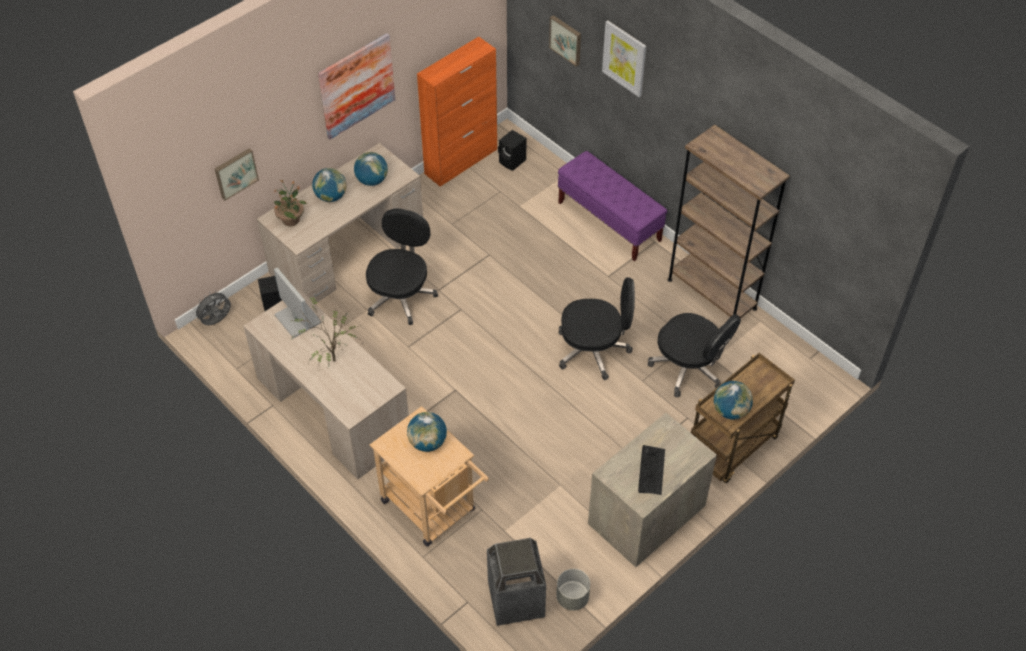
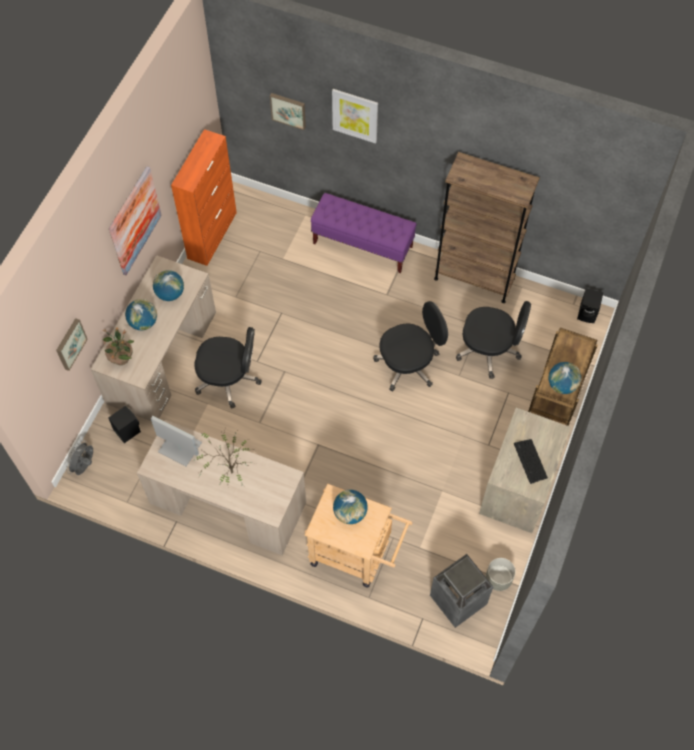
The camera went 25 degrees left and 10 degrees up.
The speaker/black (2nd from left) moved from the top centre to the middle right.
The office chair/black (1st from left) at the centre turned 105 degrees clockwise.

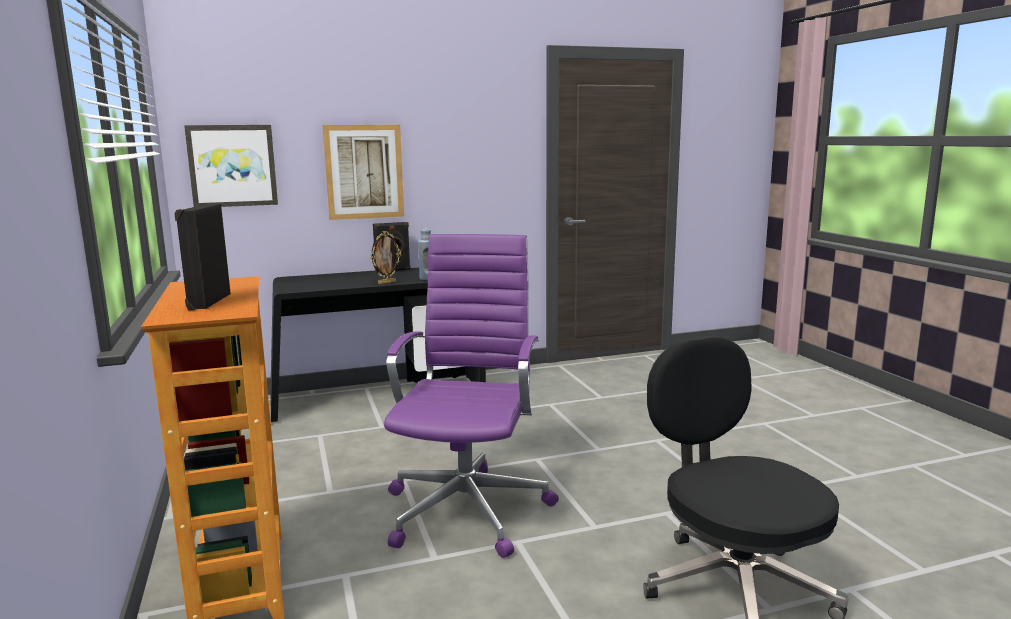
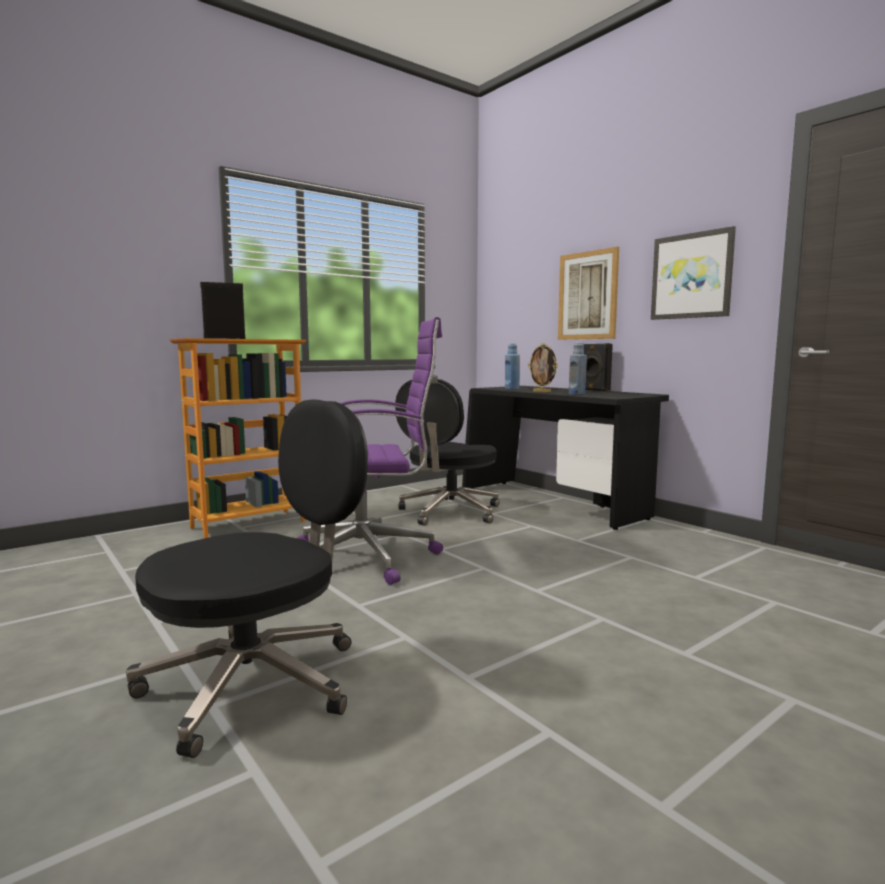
The camera went 70 degrees right and 5 degrees down.
The office chair/black (2nd from left) at the centre appeared.
The bottle/blue (1st from left) at the centre appeared.
The picture (1st from left in the first image) moved from the top left to the top right.

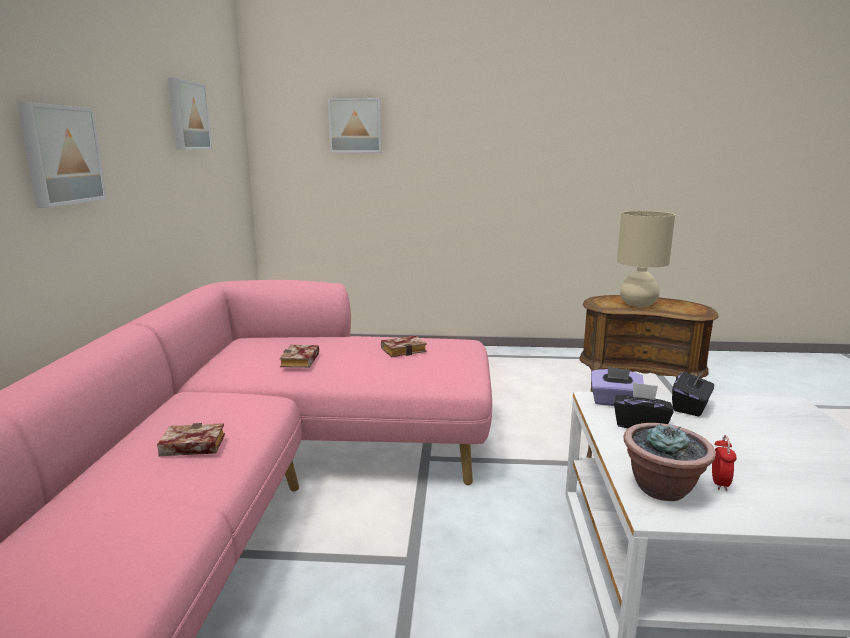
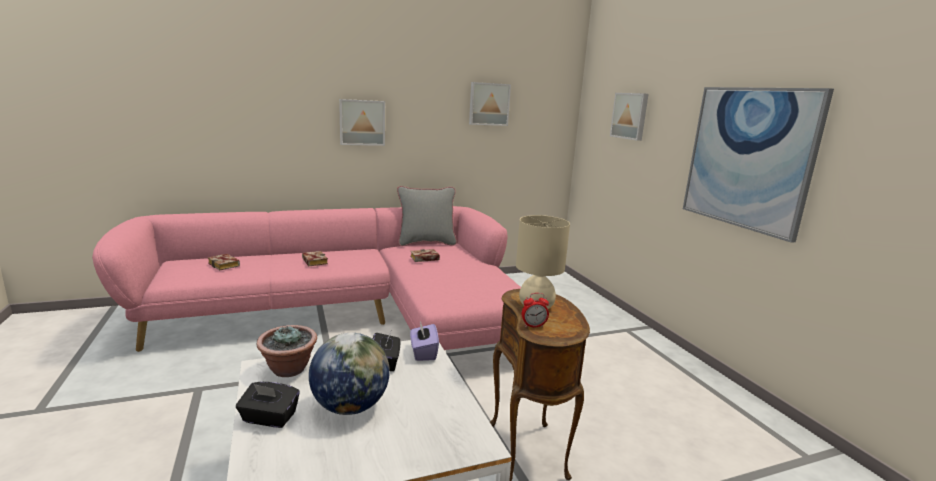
The camera went 65 degrees right and 0 degrees up.
The globe at the bottom centre appeared.
The pillow/grey at the centre appeared.
The picture (4th from left) at the middle right appeared.
The book (3rd from left in the first image) moved from the centre to the middle left.
The tissue box/black (2nd from left in the first image) moved from the middle right to the bottom left.
The alarm clock moved from the bottom right to the centre.

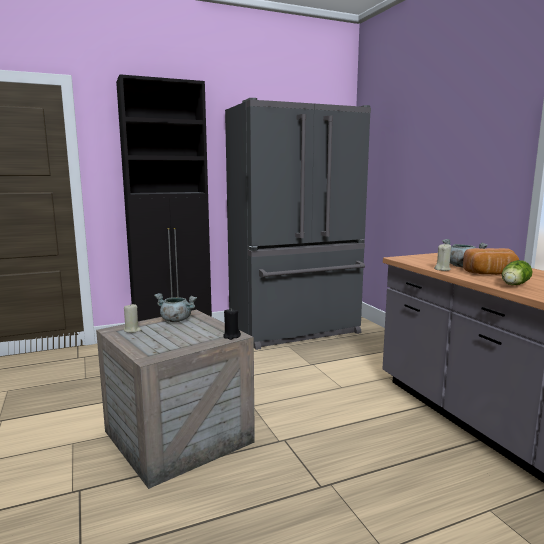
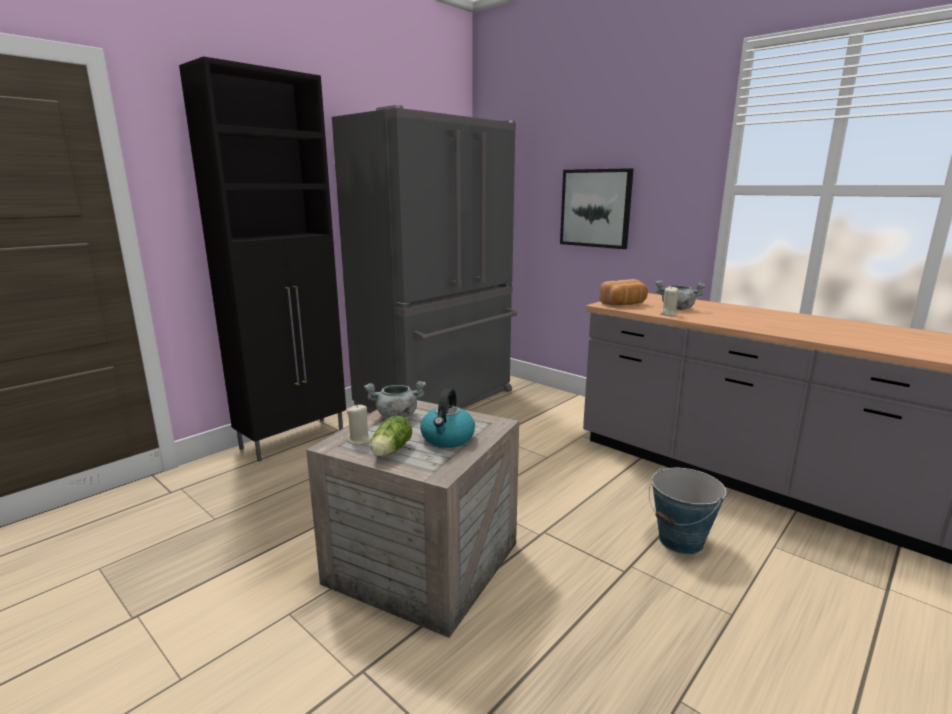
The camera went 25 degrees left and 5 degrees up.
The candle/black at the centre disappeared.
The kettle at the centre appeared.
The picture at the top centre appeared.
The bucket at the bottom right appeared.
The bread moved from the middle right to the centre.
The lettuce moved from the middle right to the centre.

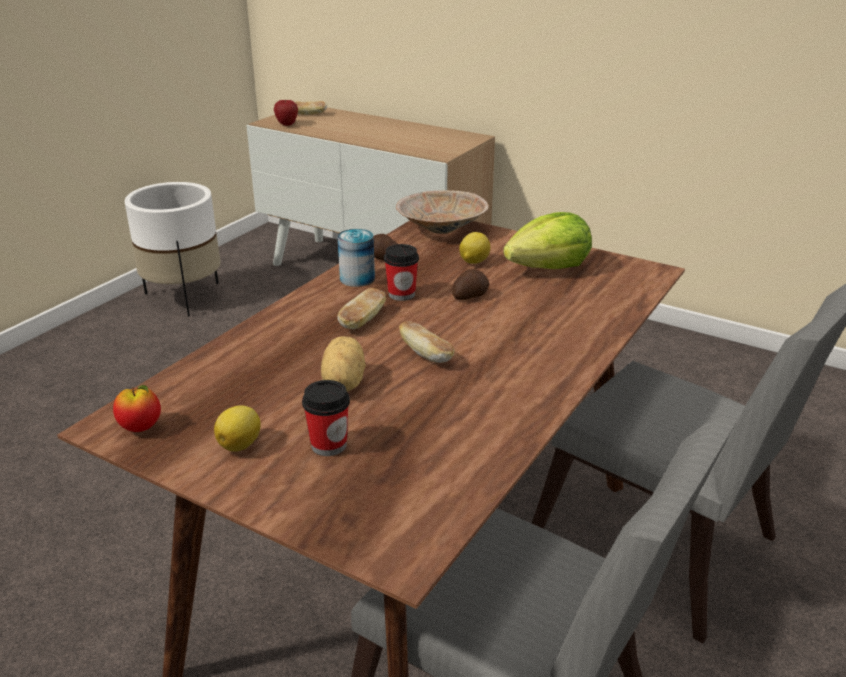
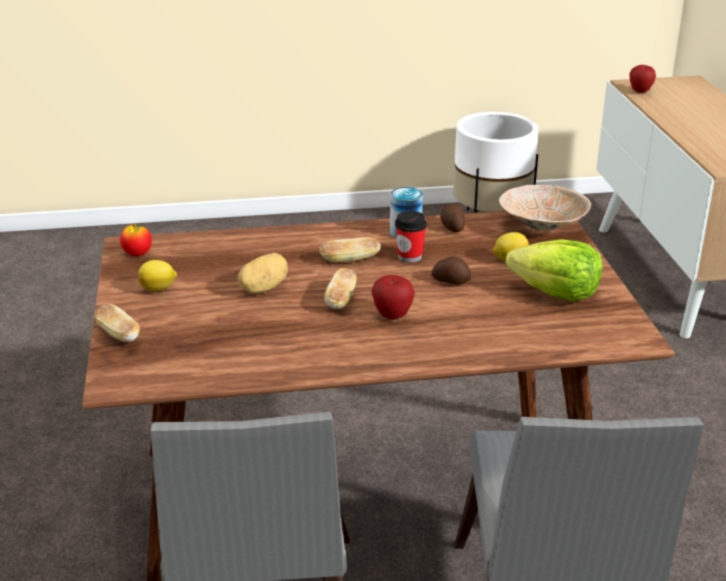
The camera went 50 degrees right and 0 degrees up.
The cup (1st from left) at the centre disappeared.
The apple (2nd from left) at the centre appeared.
The bread (1st from left) moved from the top centre to the middle left.

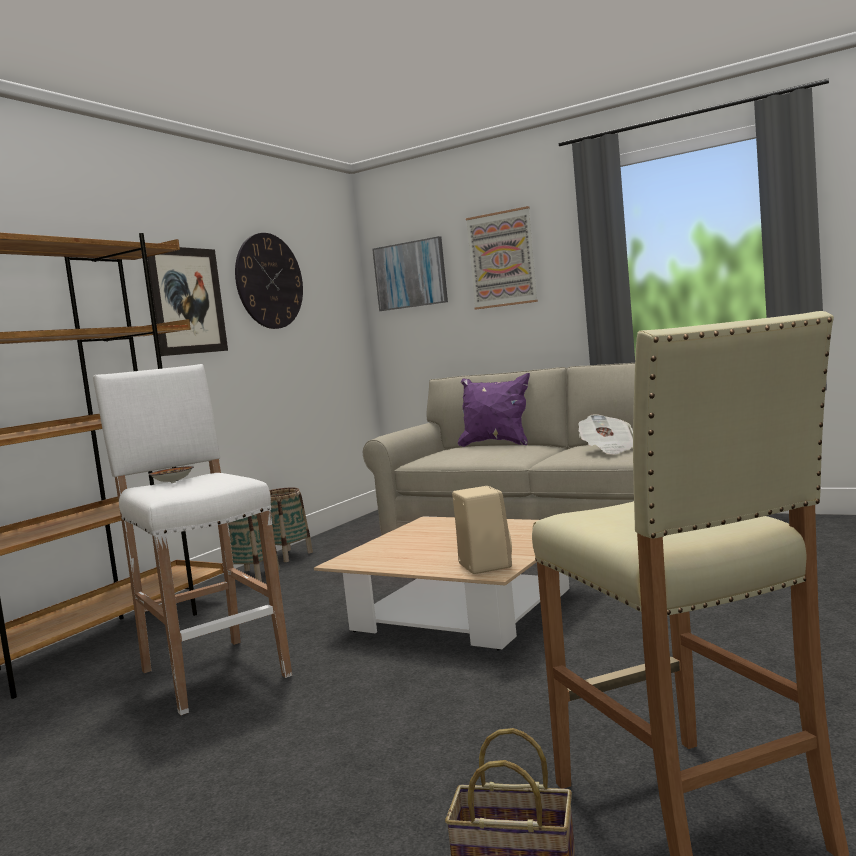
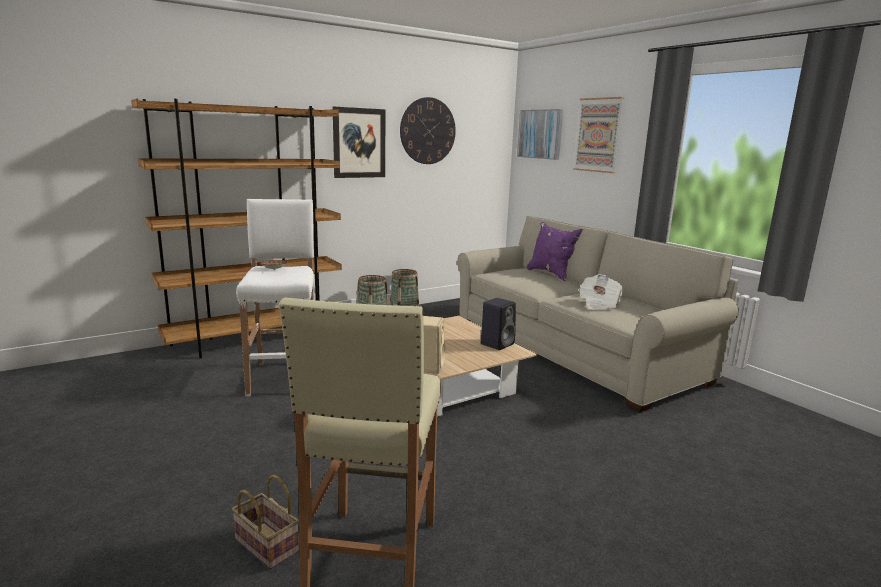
The camera went 25 degrees right and 10 degrees up.
The speaker/black at the centre appeared.

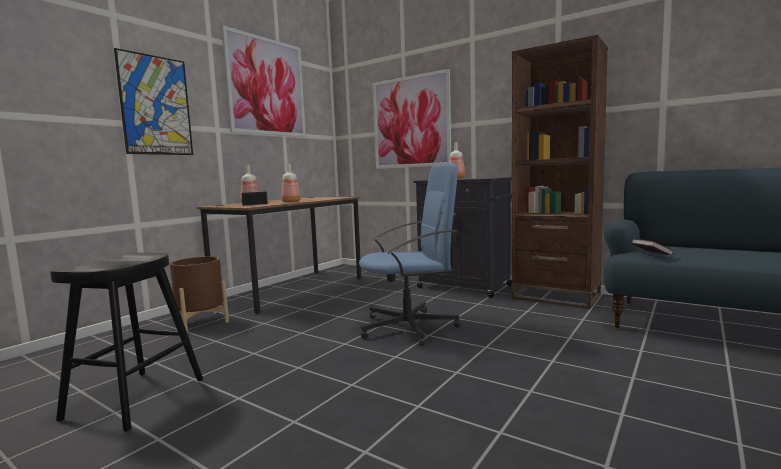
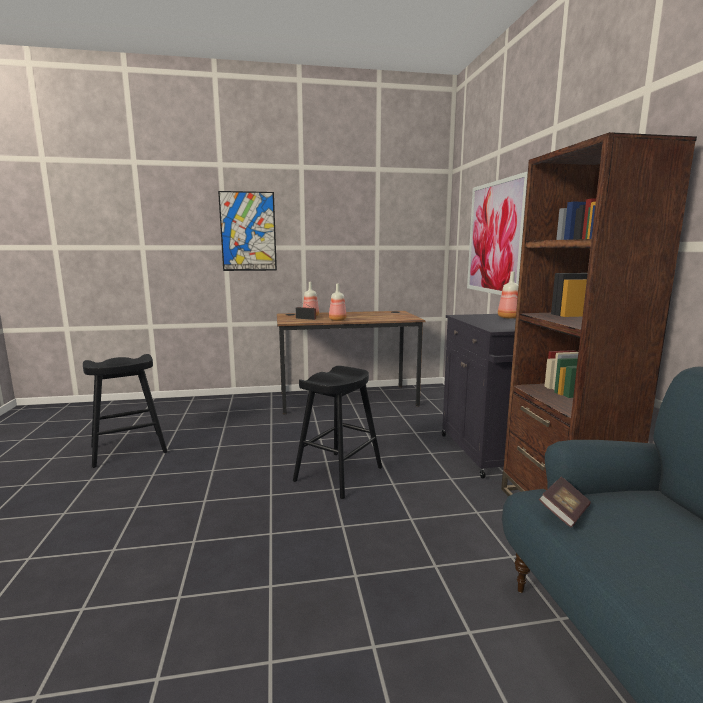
The camera went 45 degrees right and 5 degrees up.
The planter/brown at the middle left disappeared.
The picture (2nd from left) at the top centre disappeared.
The office chair/blue at the centre was replaced by the stool/black (2nd from left) at the centre.

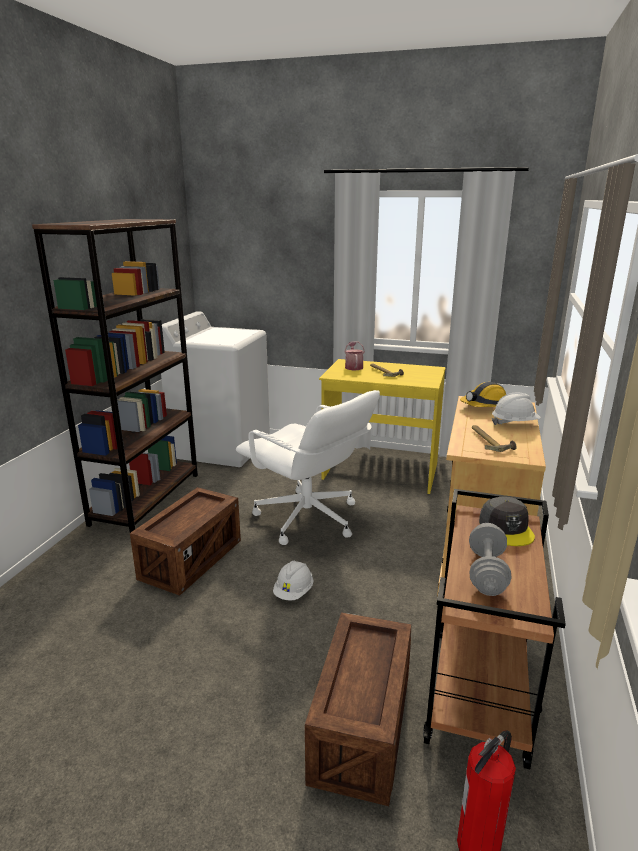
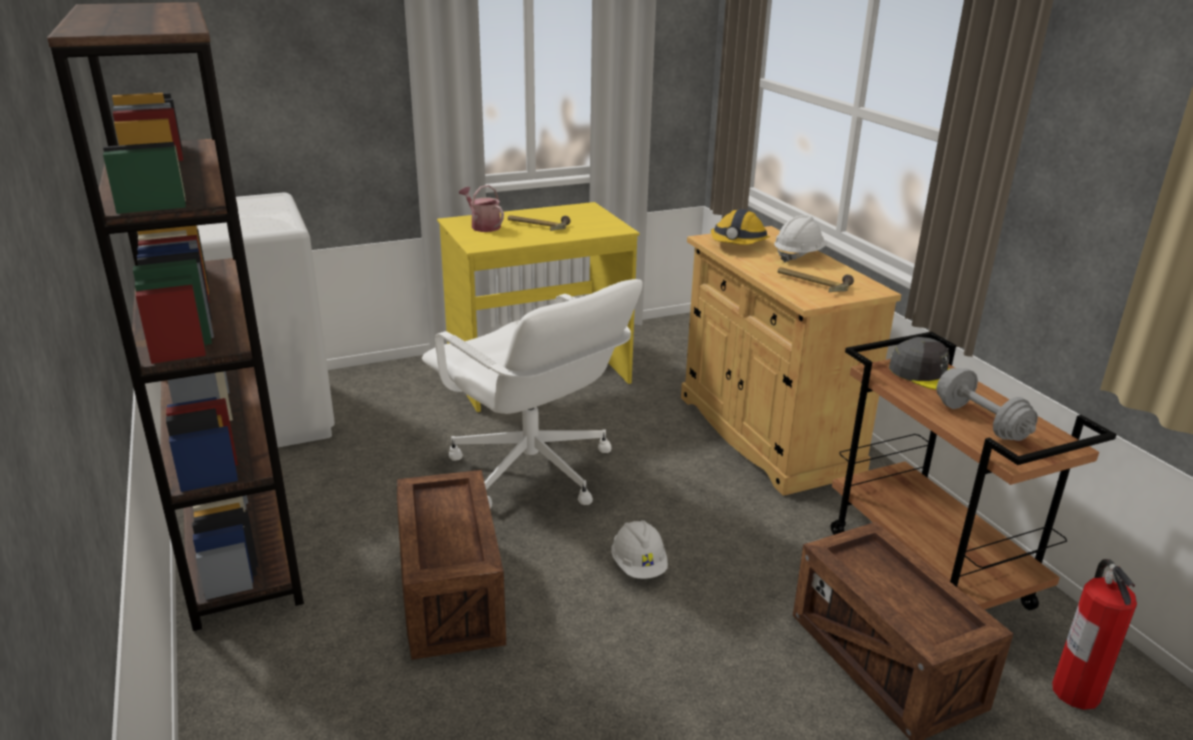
The camera went 40 degrees left and 5 degrees up.
The office chair/white at the centre turned 45 degrees clockwise.

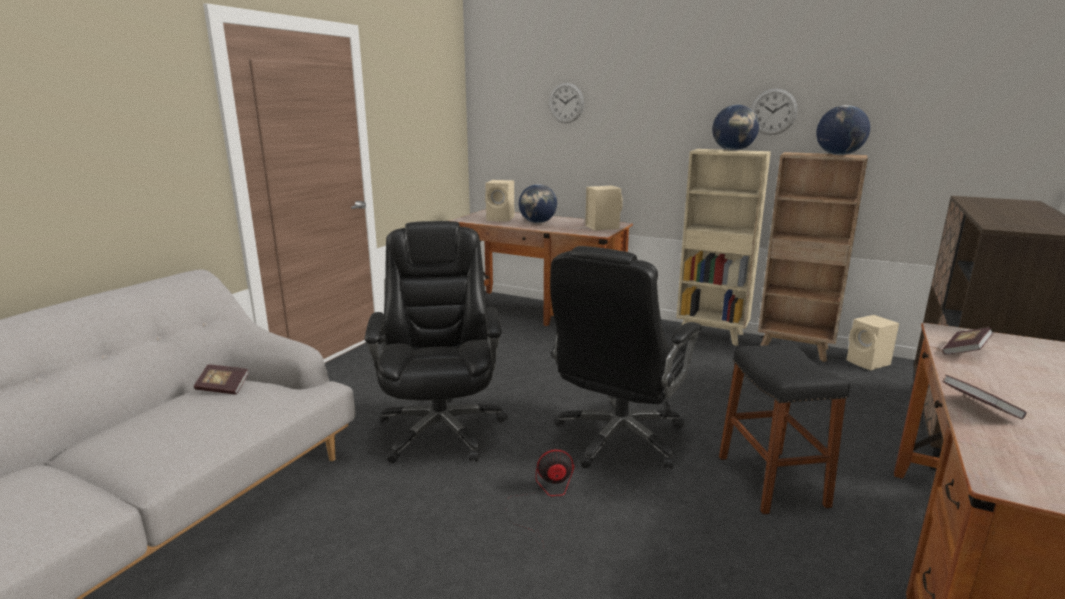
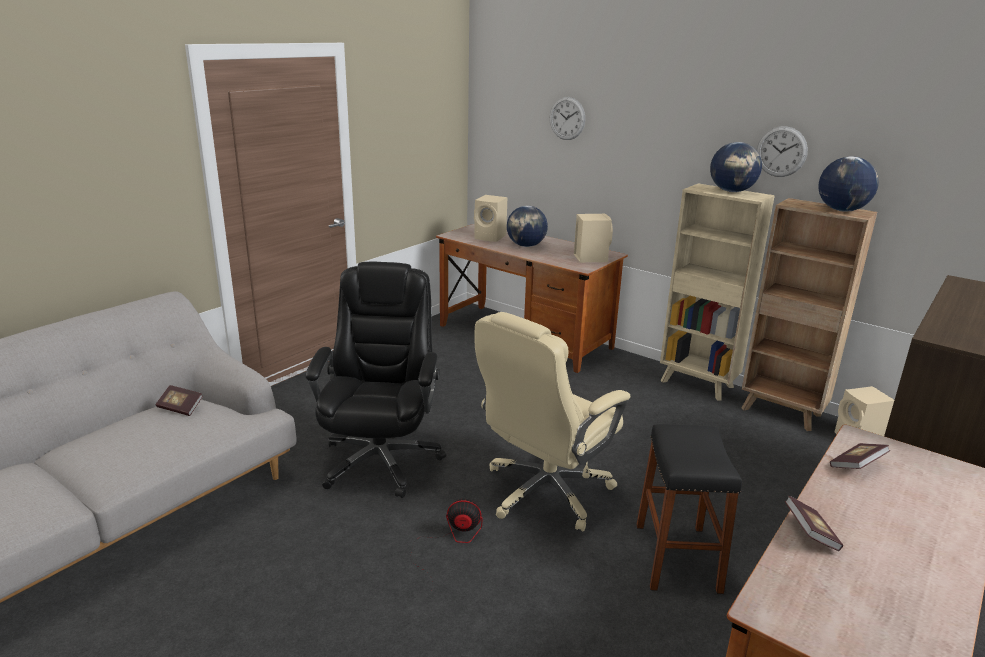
The camera went 10 degrees right and 5 degrees up.
The office chair/black (2nd from left) at the centre became the office chair/beige at the centre.

